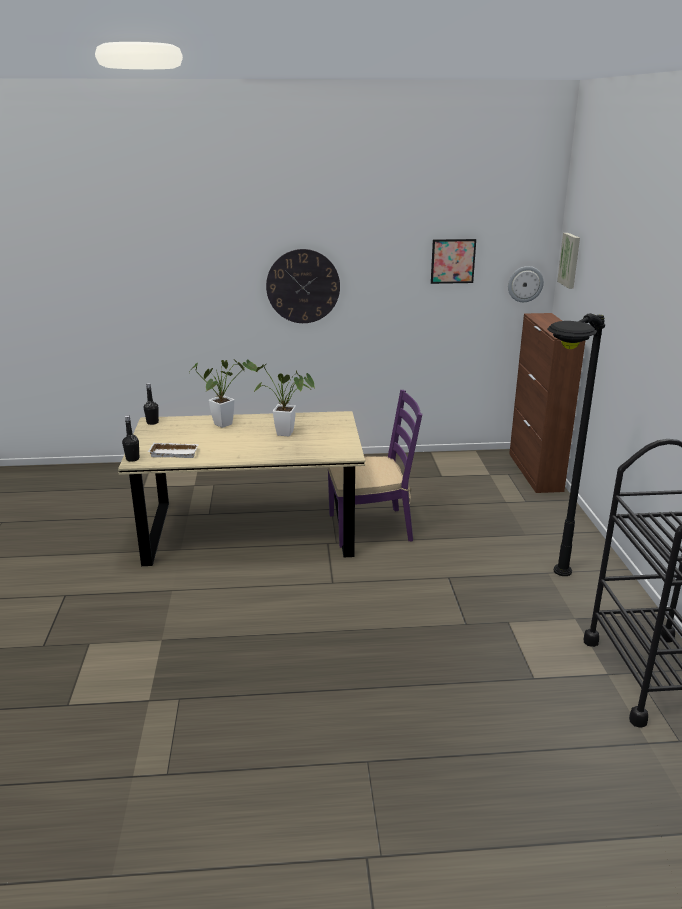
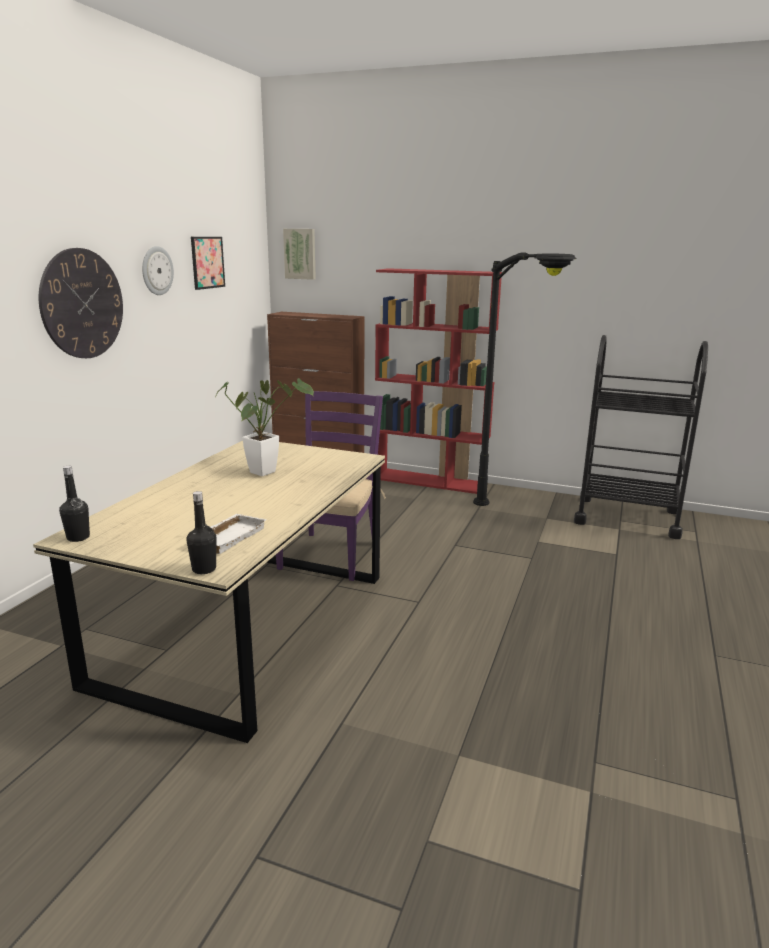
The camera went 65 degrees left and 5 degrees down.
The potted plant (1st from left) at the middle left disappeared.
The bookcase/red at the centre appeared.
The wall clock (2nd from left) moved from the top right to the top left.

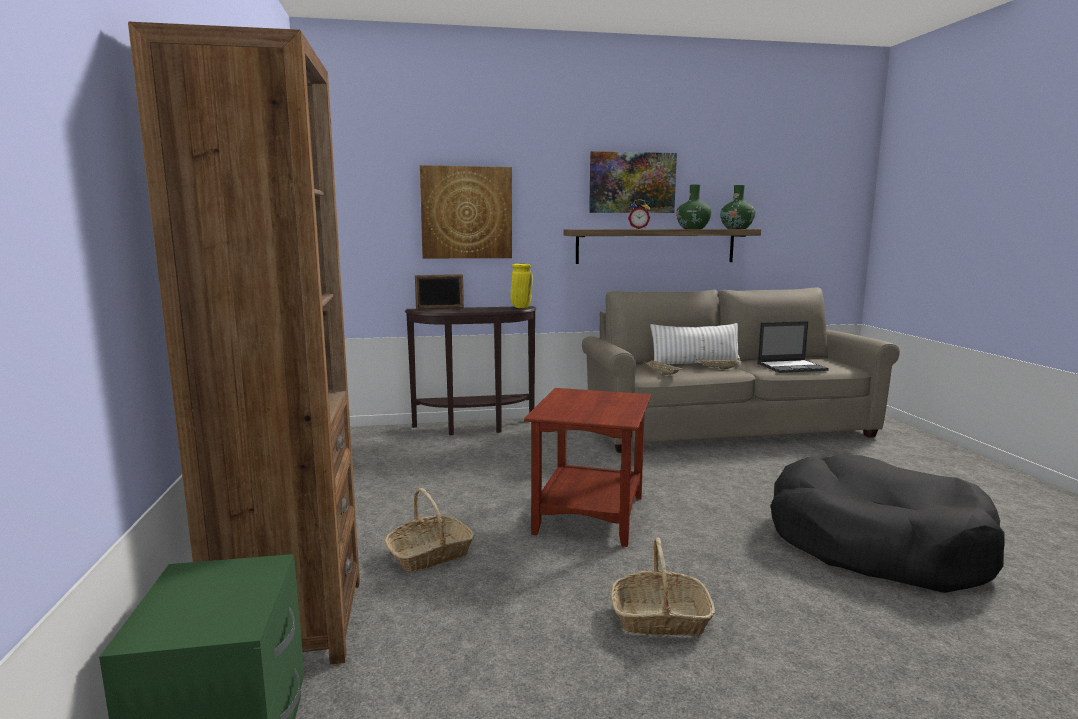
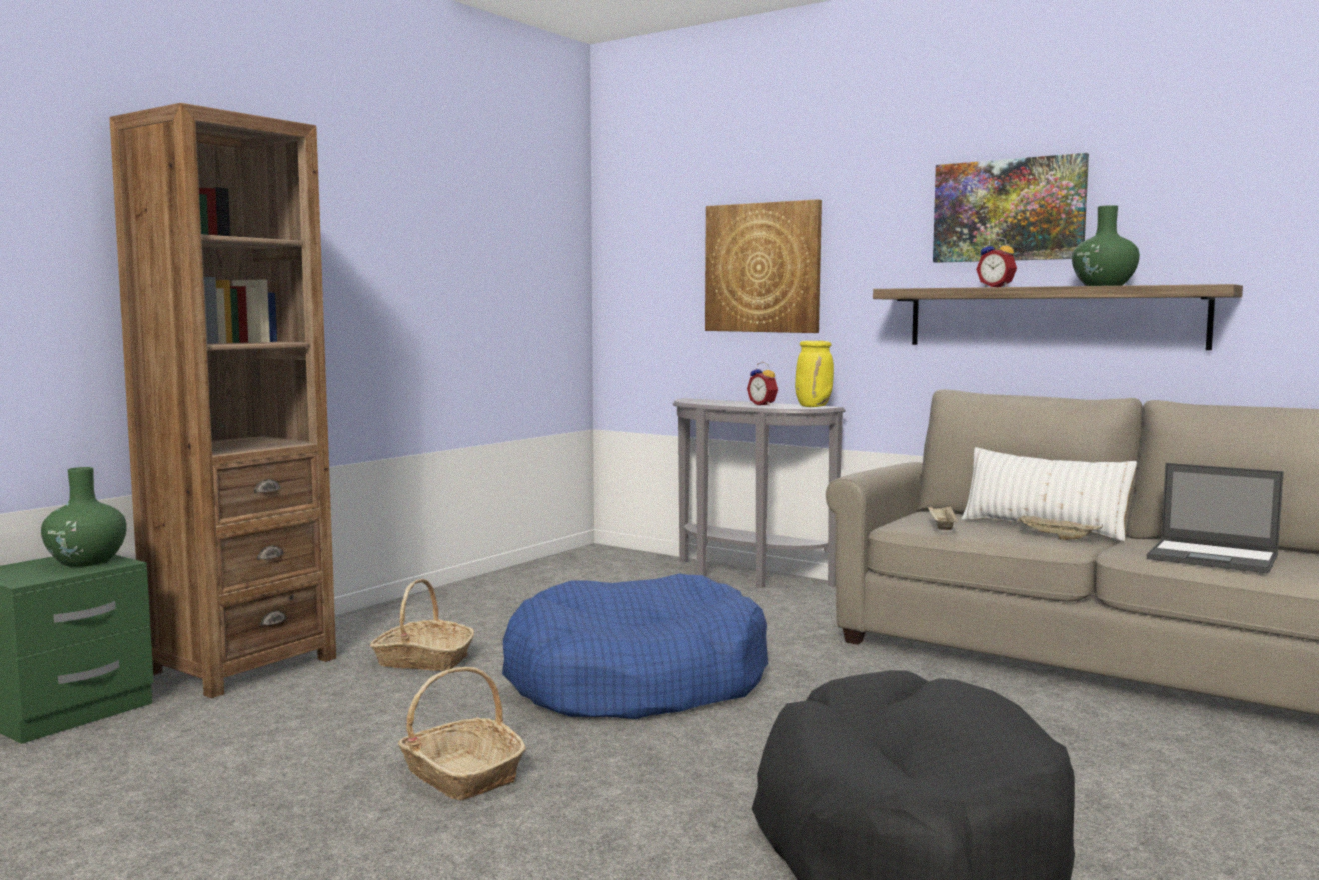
The camera went 45 degrees right and 5 degrees down.
The picture frame at the centre disappeared.
The alarm clock (1st from left) at the centre appeared.
The vase/green (2nd from left in the first image) moved from the top right to the middle left.
The side table/brown at the centre was replaced by the dog bed/blue at the bottom centre.
The console table/brown at the centre became the console table/grey at the centre.

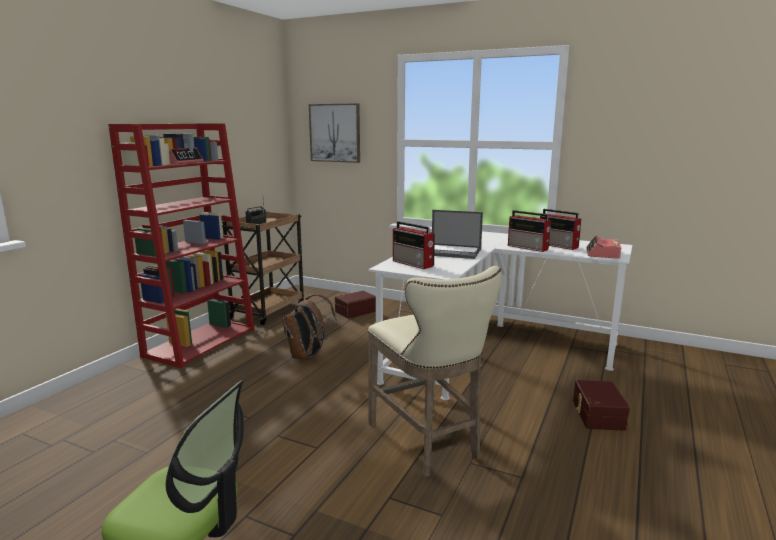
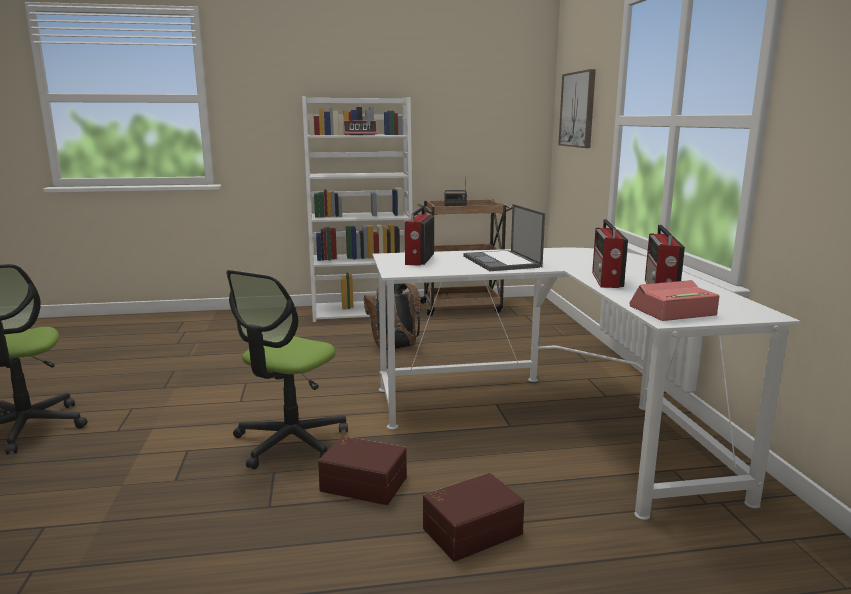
The camera went 55 degrees right and 0 degrees up.
The storage box/brown (1st from left) moved from the centre to the bottom centre.
The stool/beige at the bottom centre was replaced by the office chair (2nd from left) at the centre.
The bookcase/red at the middle left became the bookcase/white at the centre.

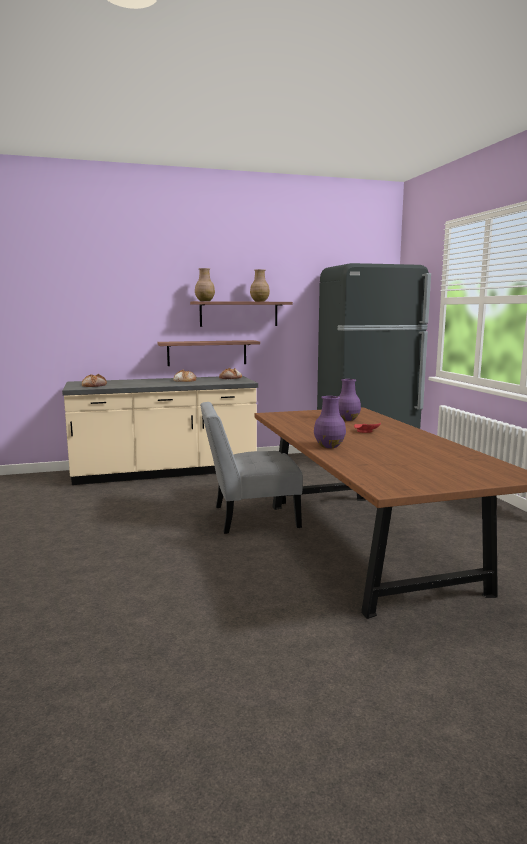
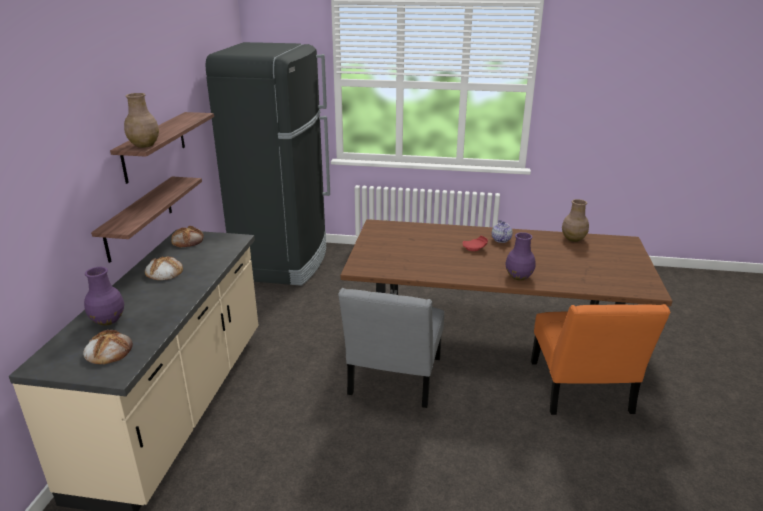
The camera went 65 degrees left and 15 degrees up.
The teapot at the centre appeared.
The chair/orange at the bottom right appeared.
The vase/brown (2nd from left) moved from the centre to the middle right.
The vase/purple (2nd from left in the first image) moved from the centre to the middle left.

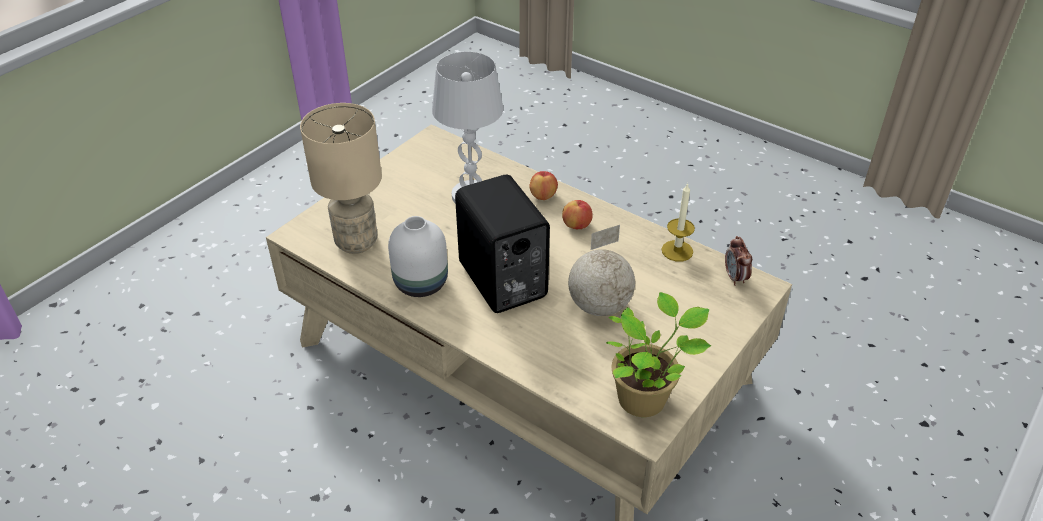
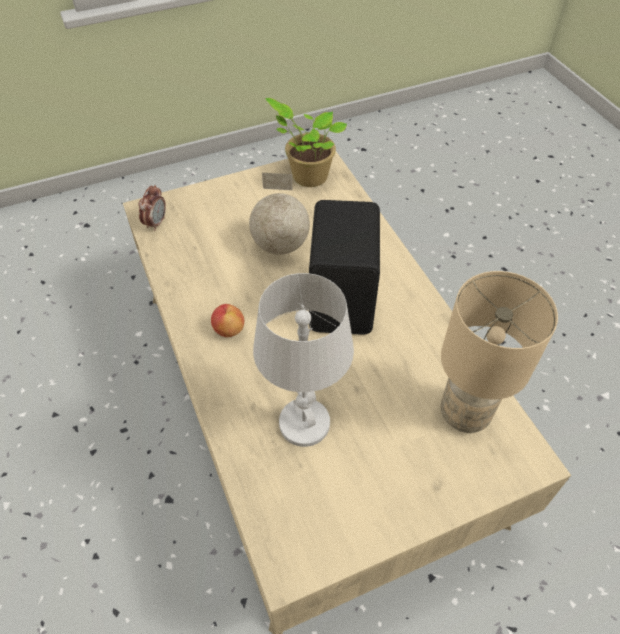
The camera went 150 degrees left and 10 degrees up.
The vase/white at the centre disappeared.
The apple (1st from left) at the centre disappeared.
The candle at the centre disappeared.

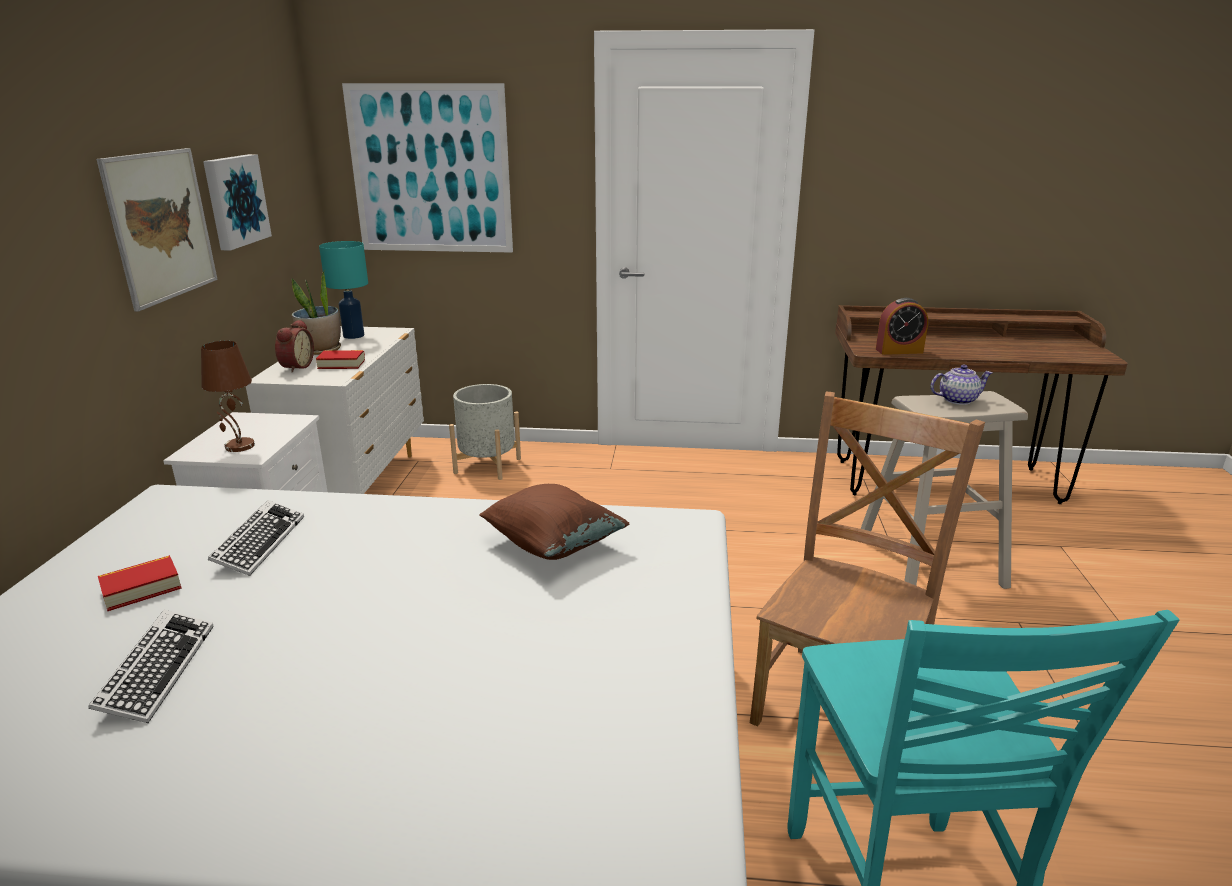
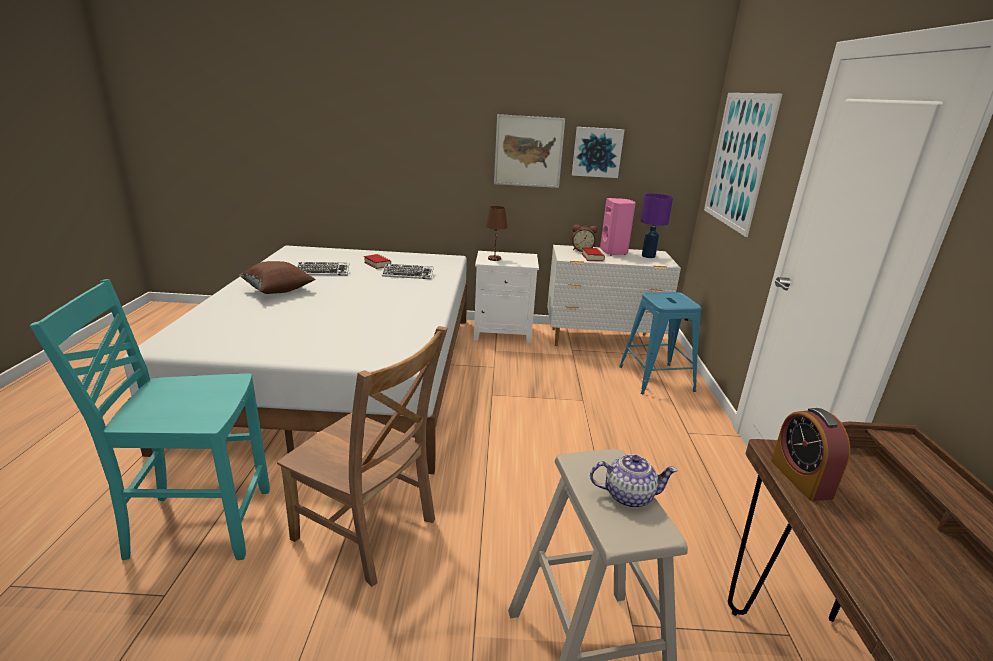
The camera went 85 degrees right and 0 degrees up.
The pillow/brown moved from the centre to the middle left.
The potted plant at the middle left was replaced by the speaker/pink at the centre.
The planter/grey at the centre was replaced by the stool/blue at the centre.
The table lamp/turquoise at the top left became the table lamp/purple at the centre.
The teapot at the middle right turned 75 degrees counterclockwise.

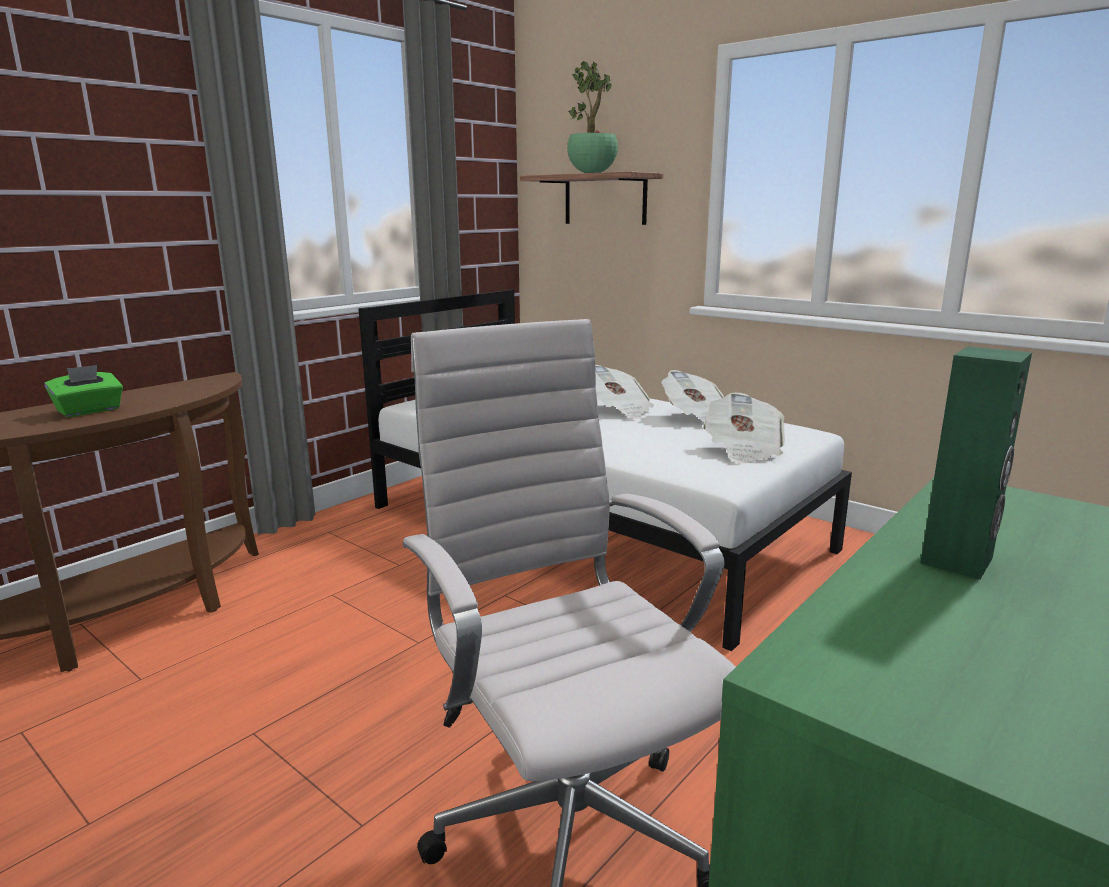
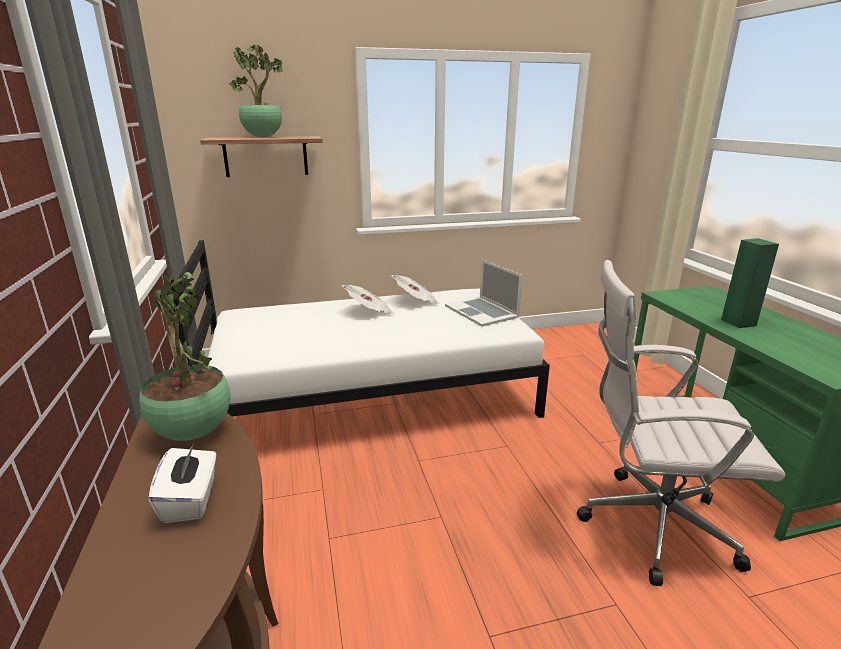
The camera went 55 degrees left and 5 degrees up.
The potted plant (1st from left) at the middle left appeared.
The newspaper (3rd from left) at the middle right was replaced by the laptop at the centre.
The tissue box/green at the middle left became the tissue box/white at the bottom left.

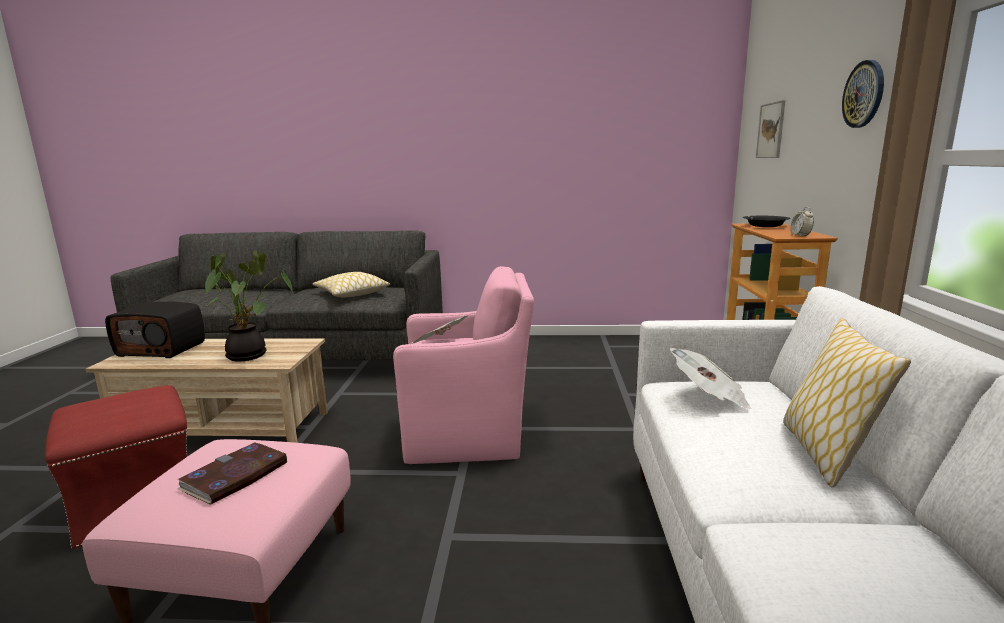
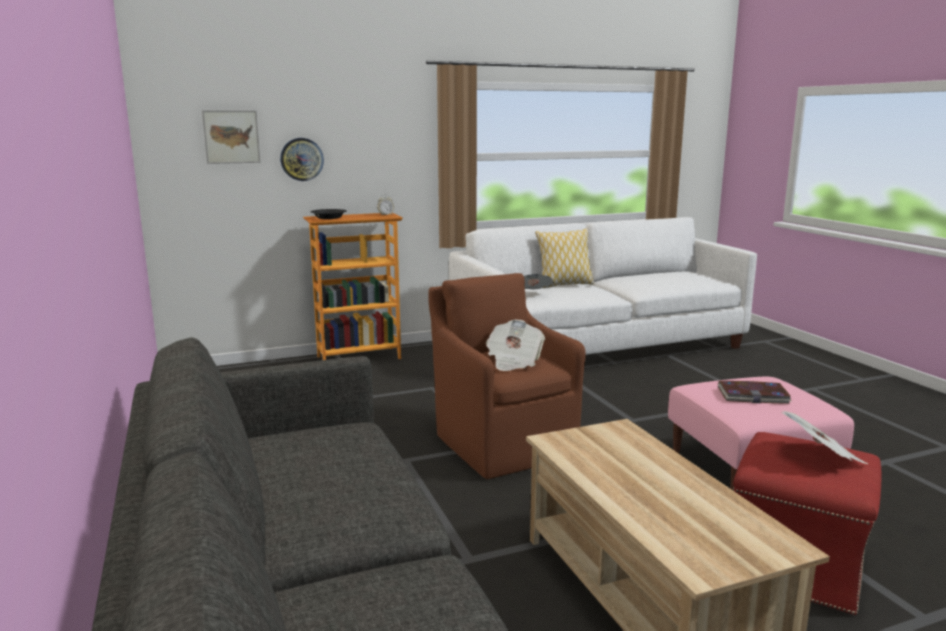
The camera went 115 degrees left and 0 degrees up.
The radio at the middle left disappeared.
The potted plant at the middle left disappeared.
The pillow (1st from left) at the centre disappeared.
The newspaper (3rd from left) at the bottom right appeared.
The wall clock moved from the top right to the top left.
The armchair/pink at the centre became the armchair/brown at the centre.

